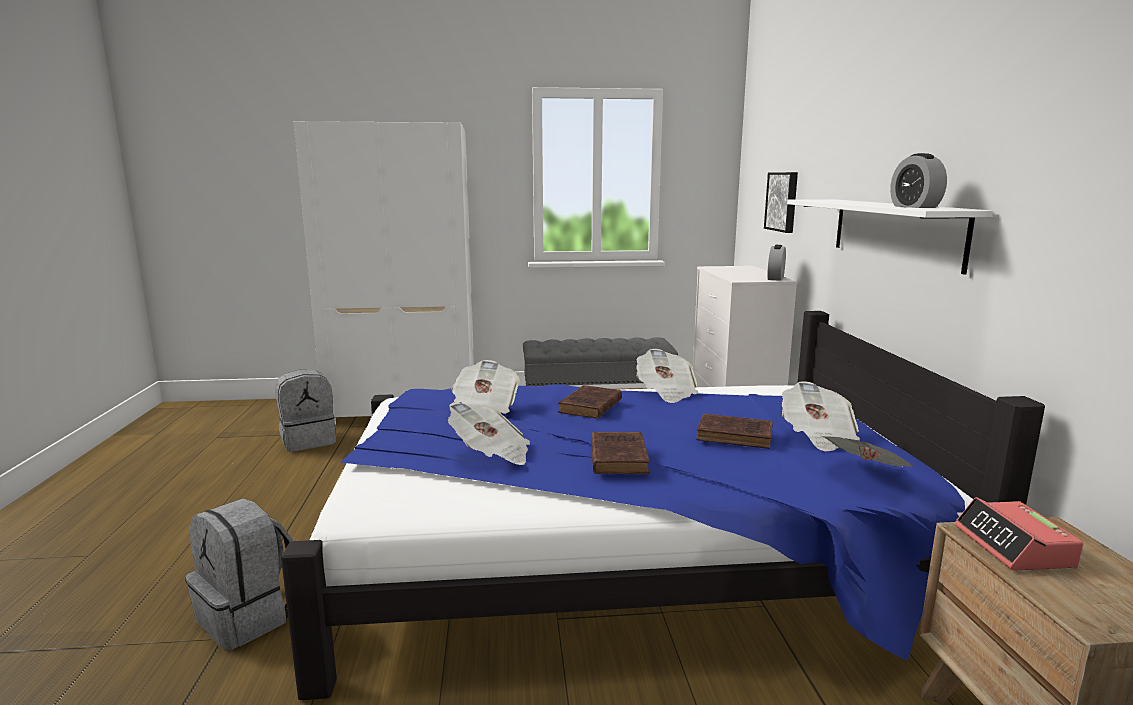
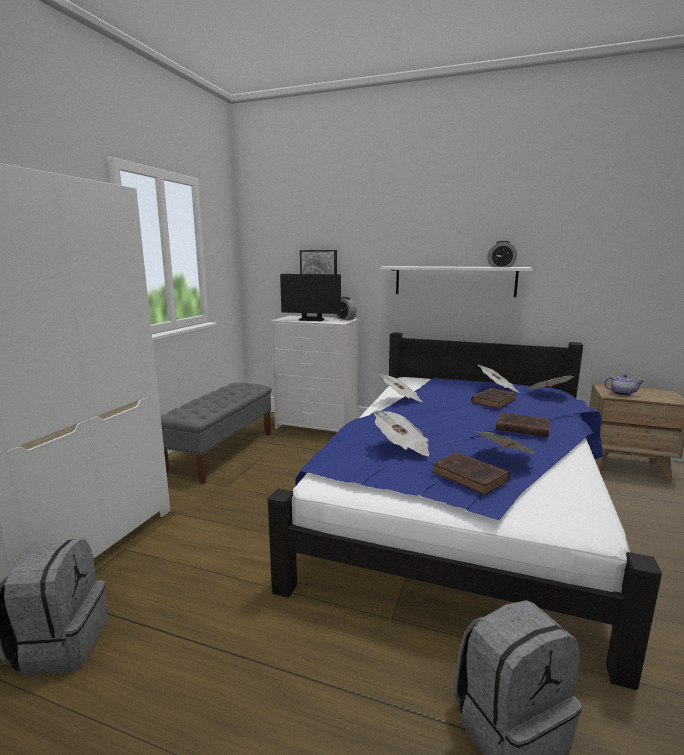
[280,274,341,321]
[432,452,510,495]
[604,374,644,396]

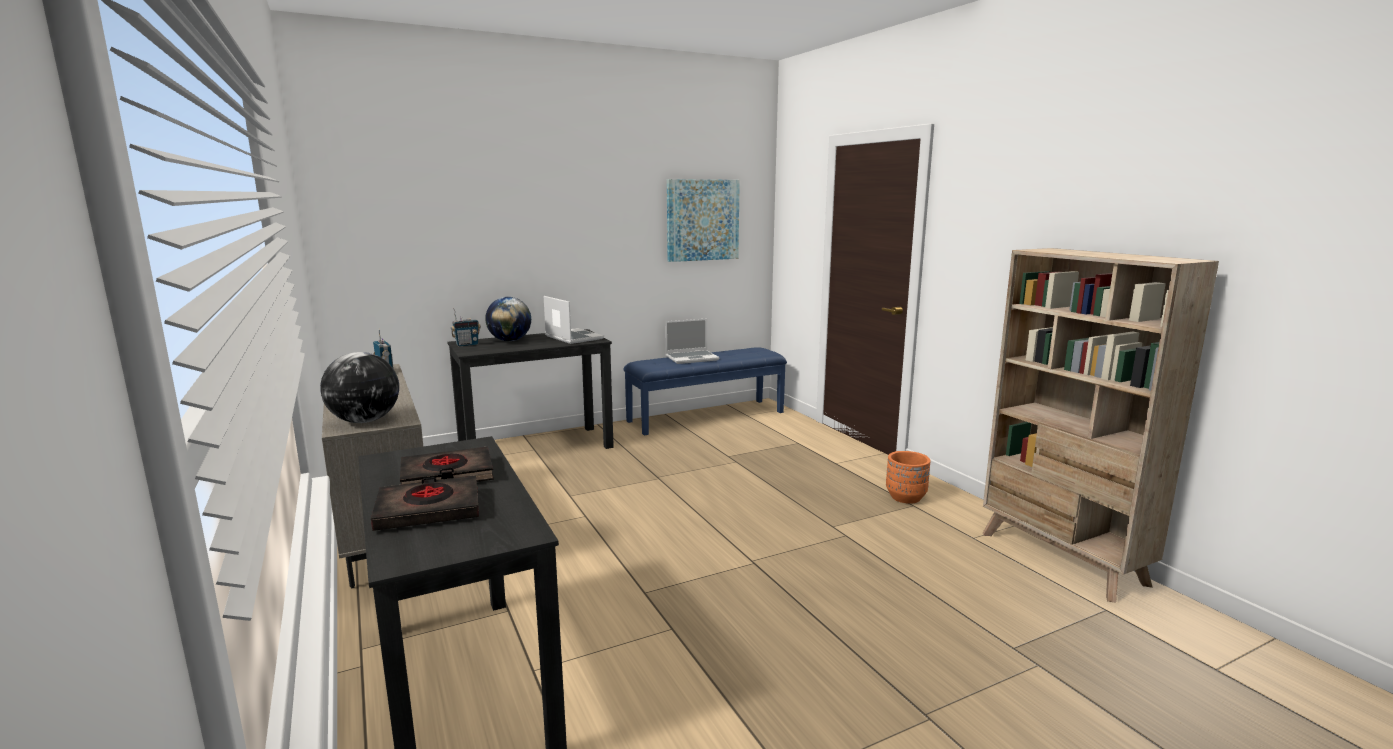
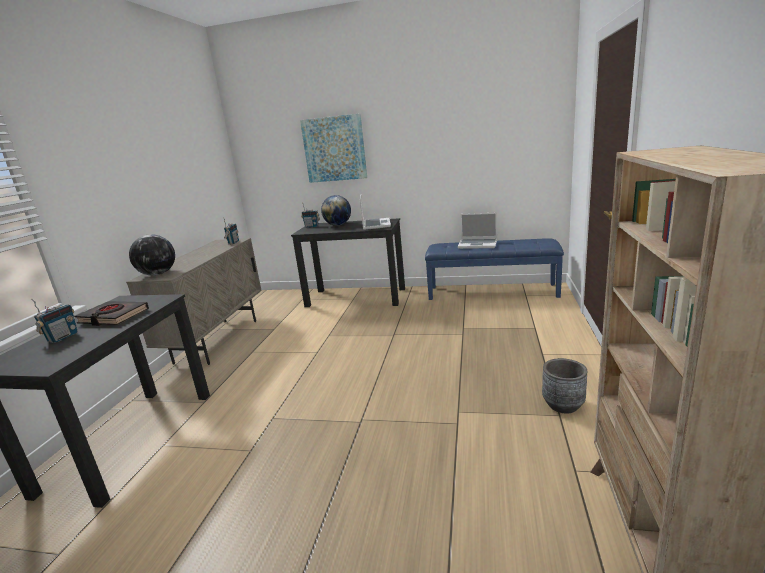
[31,298,78,343]
[300,113,367,183]
[542,358,587,413]

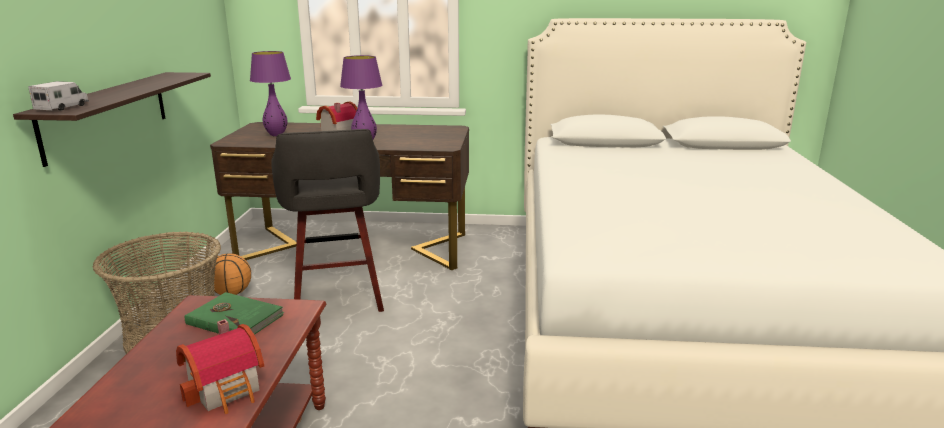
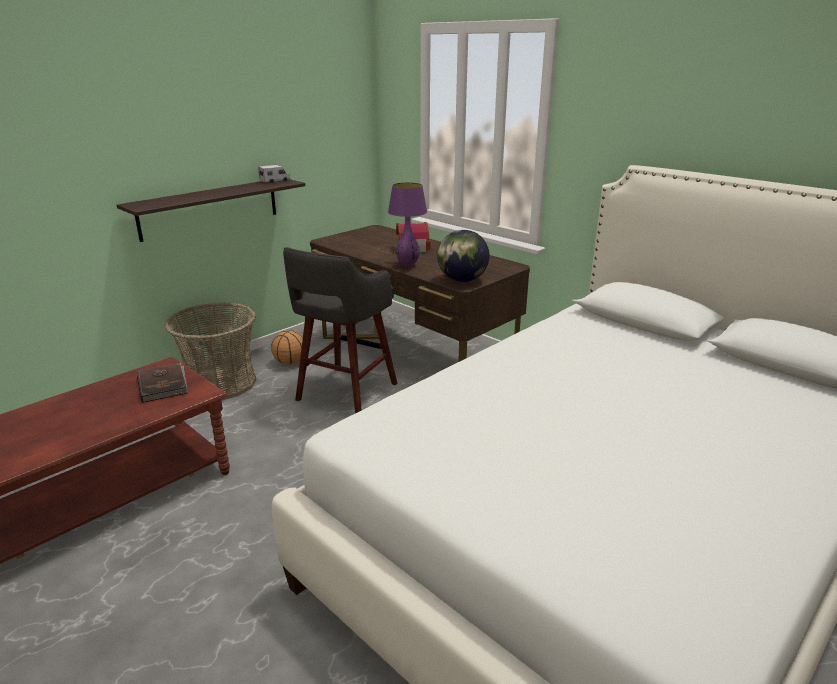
[137,363,188,403]
[258,165,290,183]
[437,230,489,282]
[176,319,264,414] (first image)
[250,51,291,136] (first image)

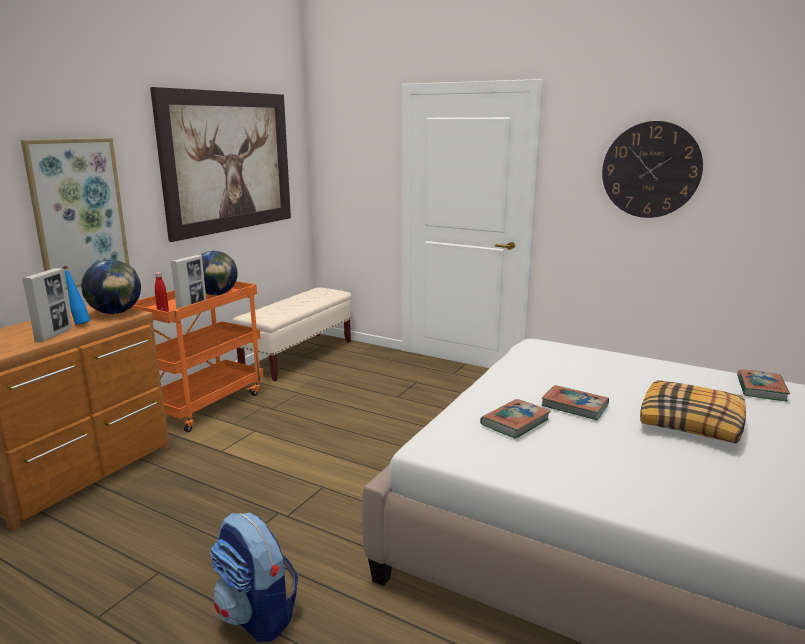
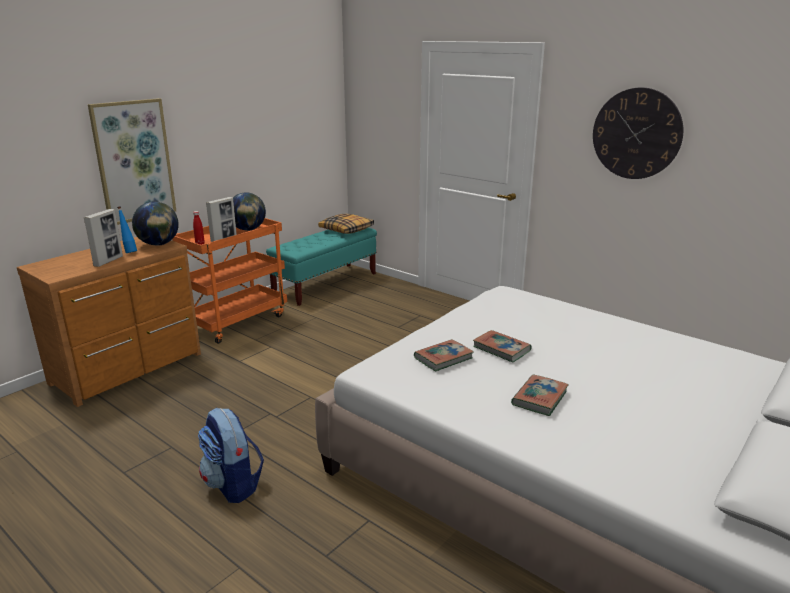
[266,227,377,306]
[318,214,374,234]
[511,375,569,416]
[150,87,291,242] (first image)

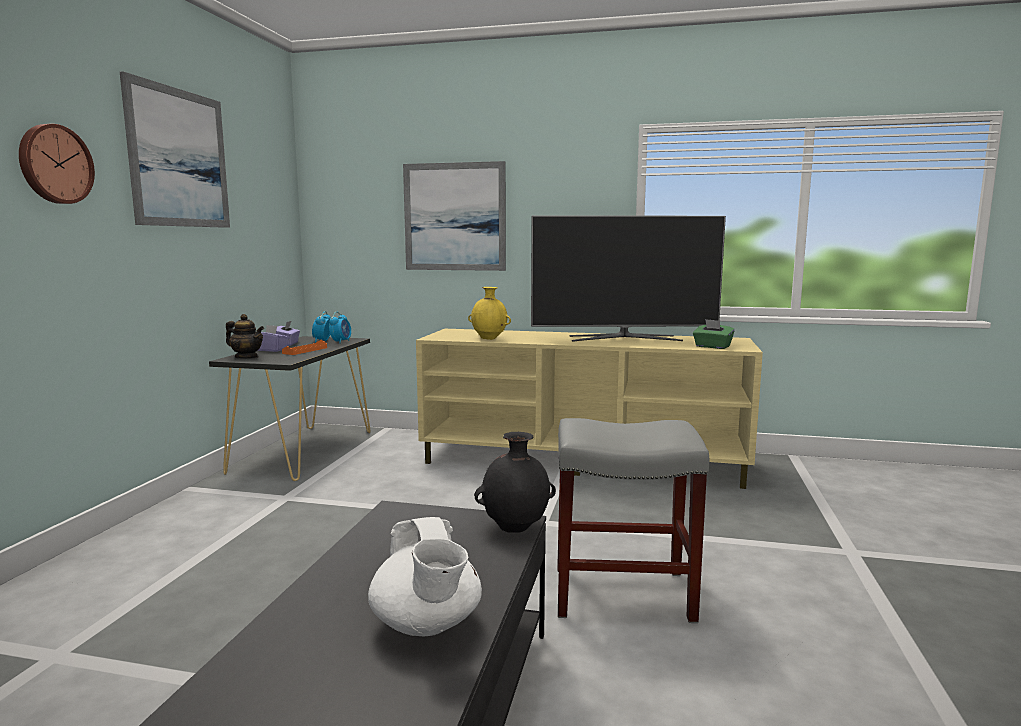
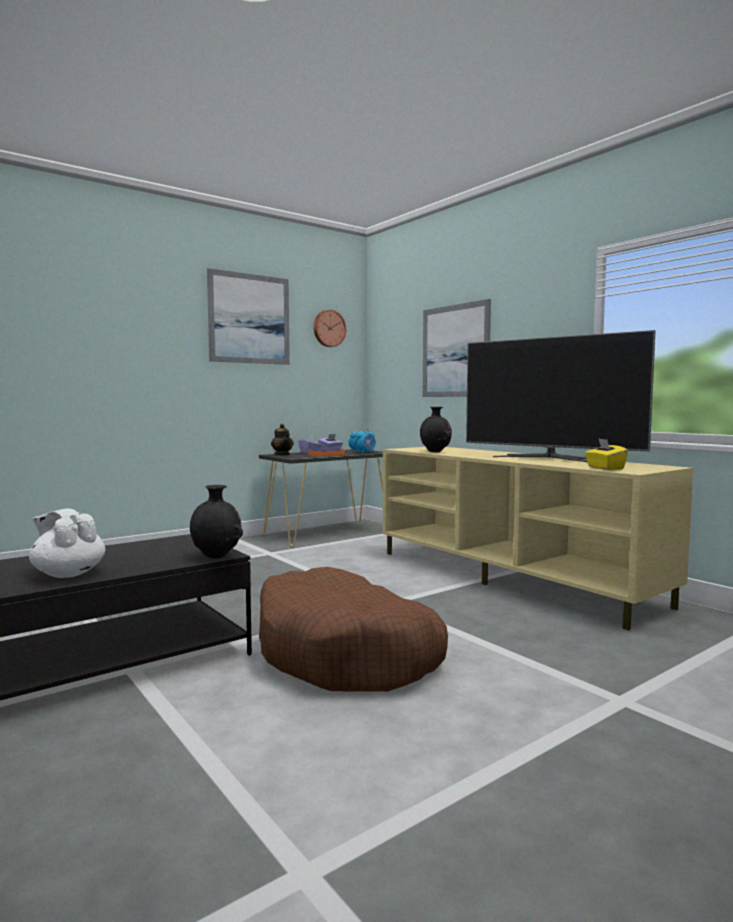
[29,508,106,578]
[259,567,448,691]
[314,310,346,347]
[420,407,452,452]
[585,438,628,470]

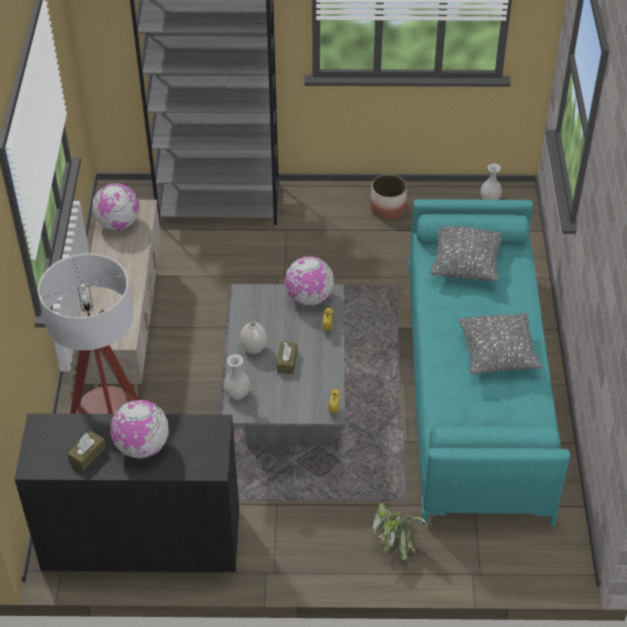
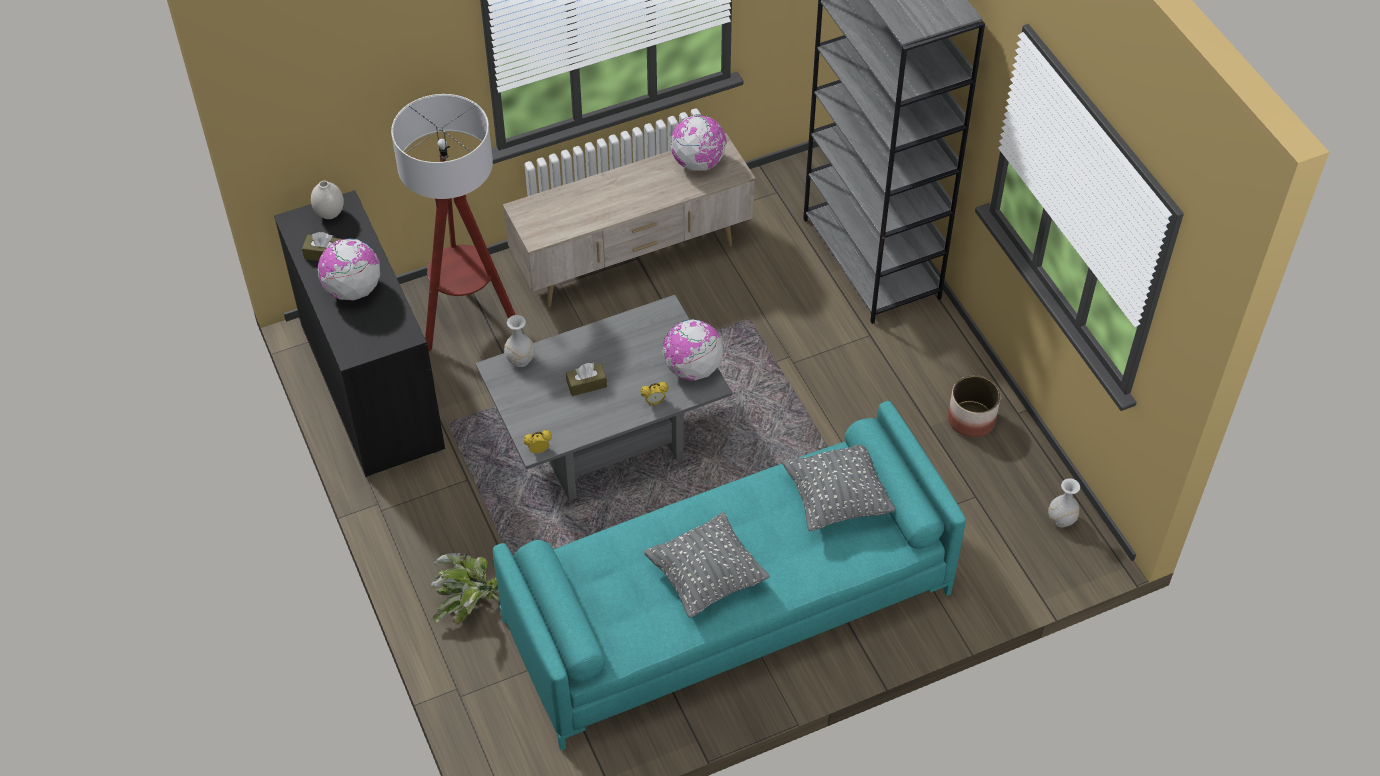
[311,181,344,219]

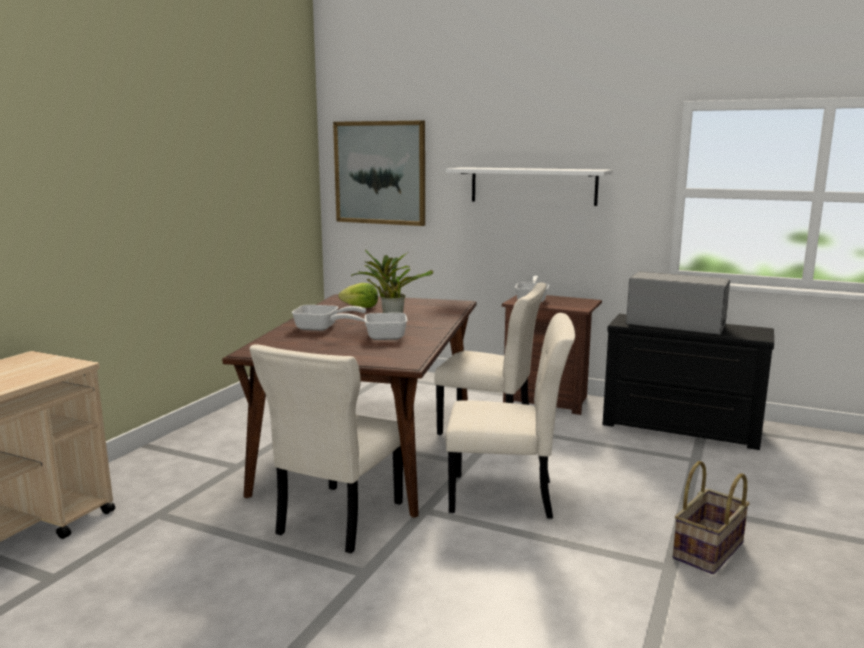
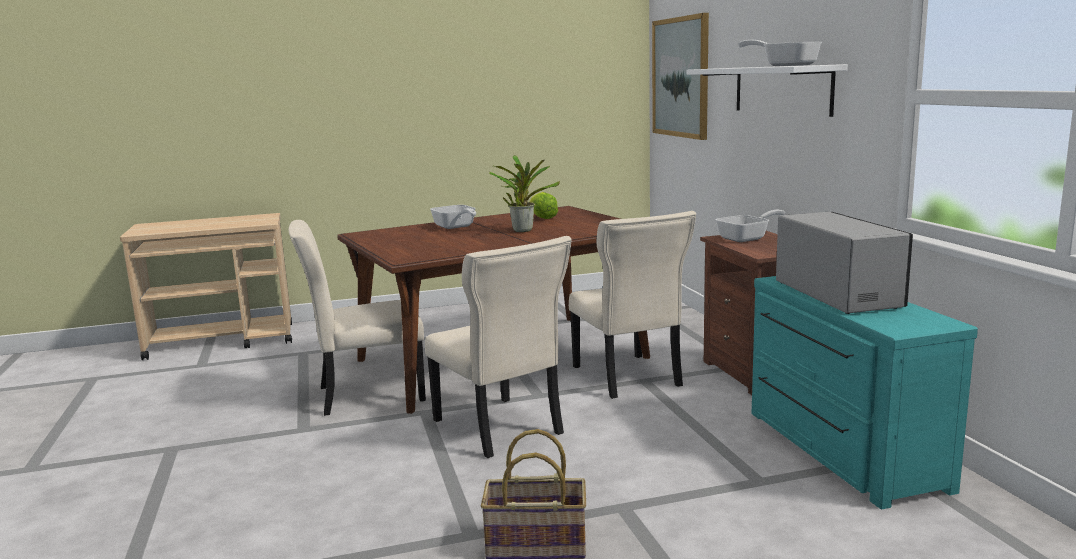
[738,40,822,66]
[752,276,978,509]

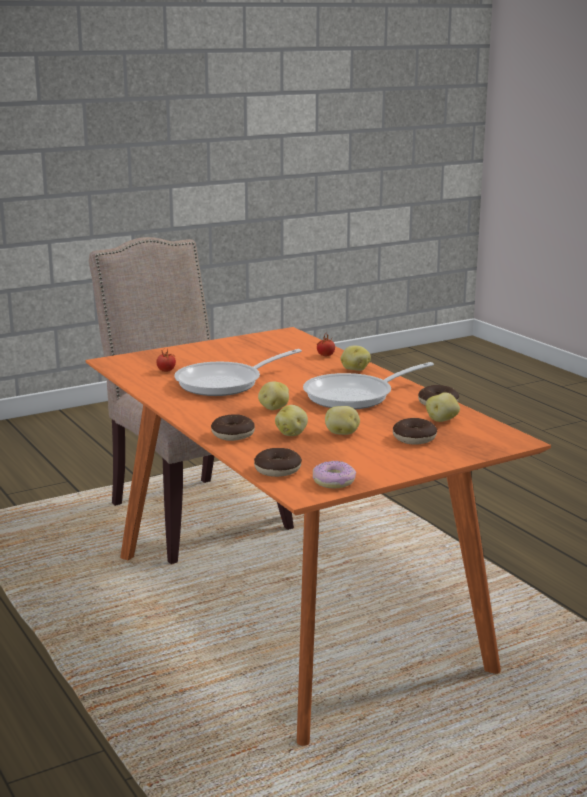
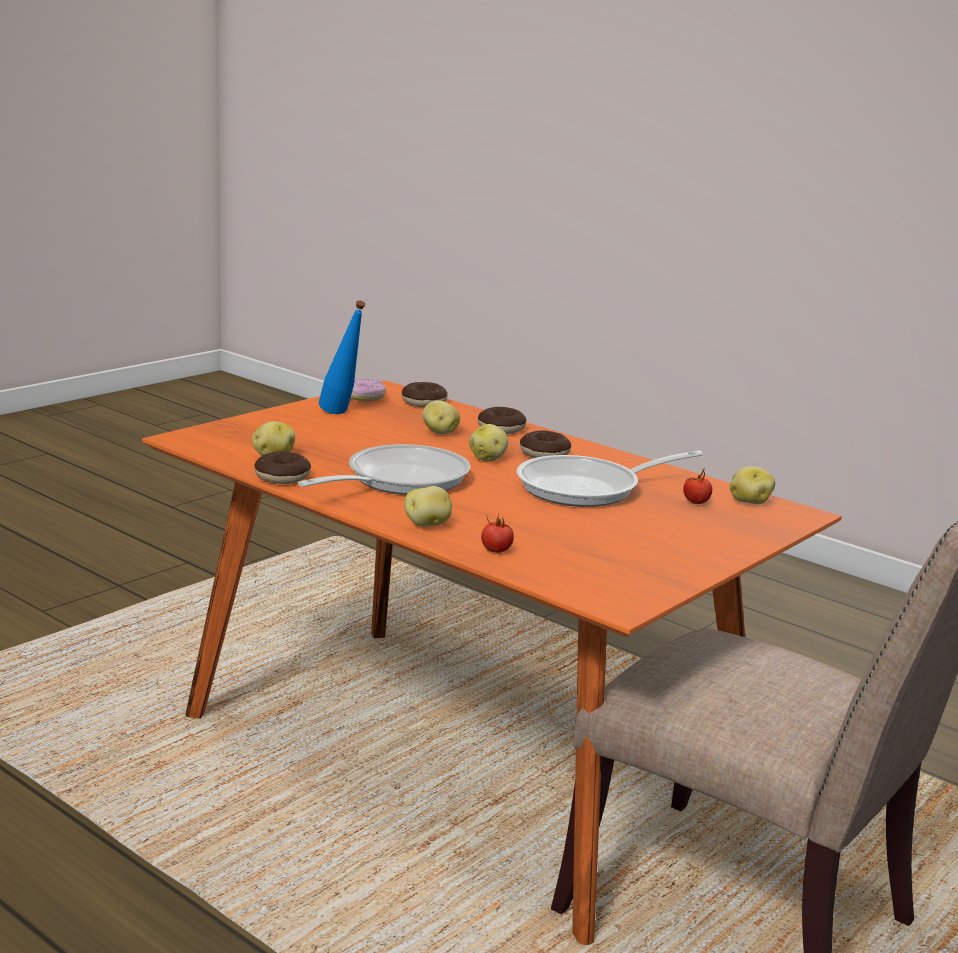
[319,301,365,414]
[516,451,703,507]
[520,431,571,458]
[730,466,775,504]

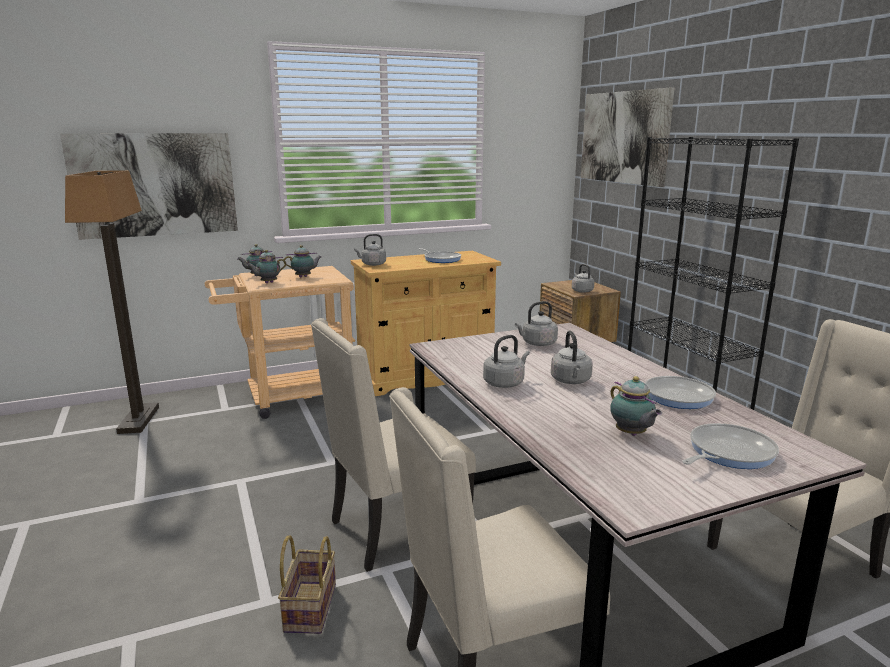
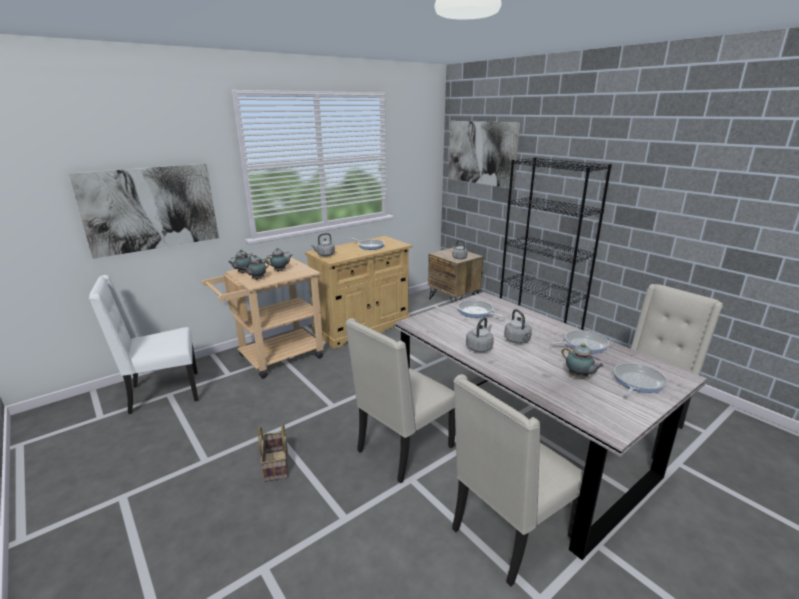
[89,275,198,414]
[258,423,288,482]
[457,300,505,318]

